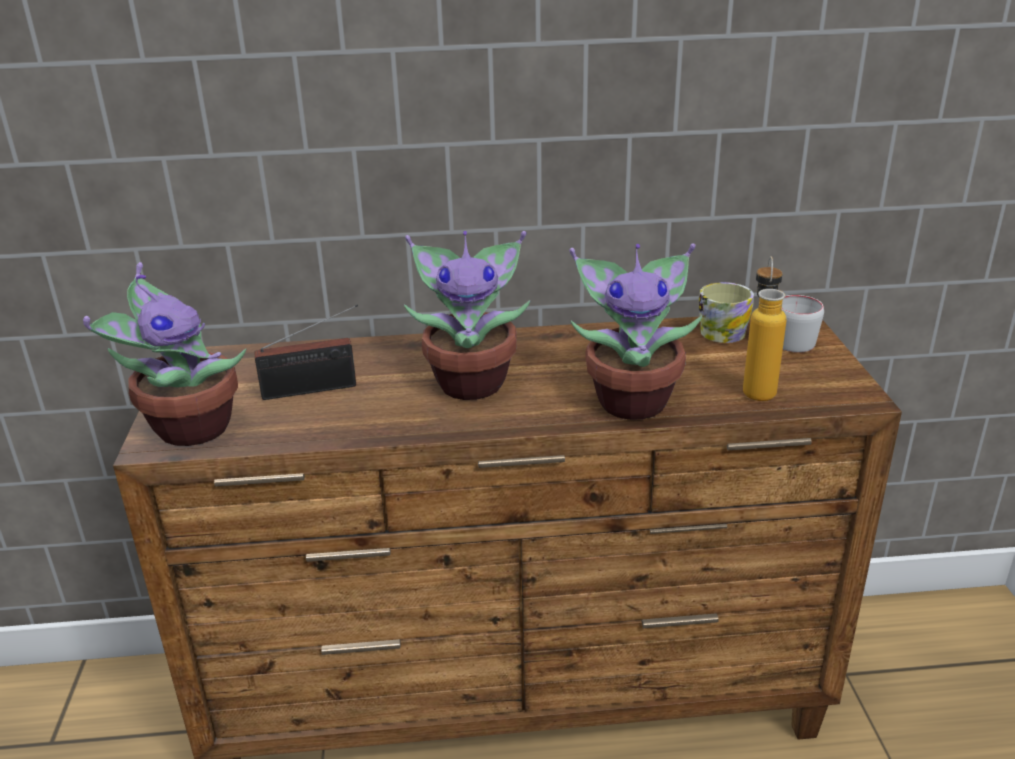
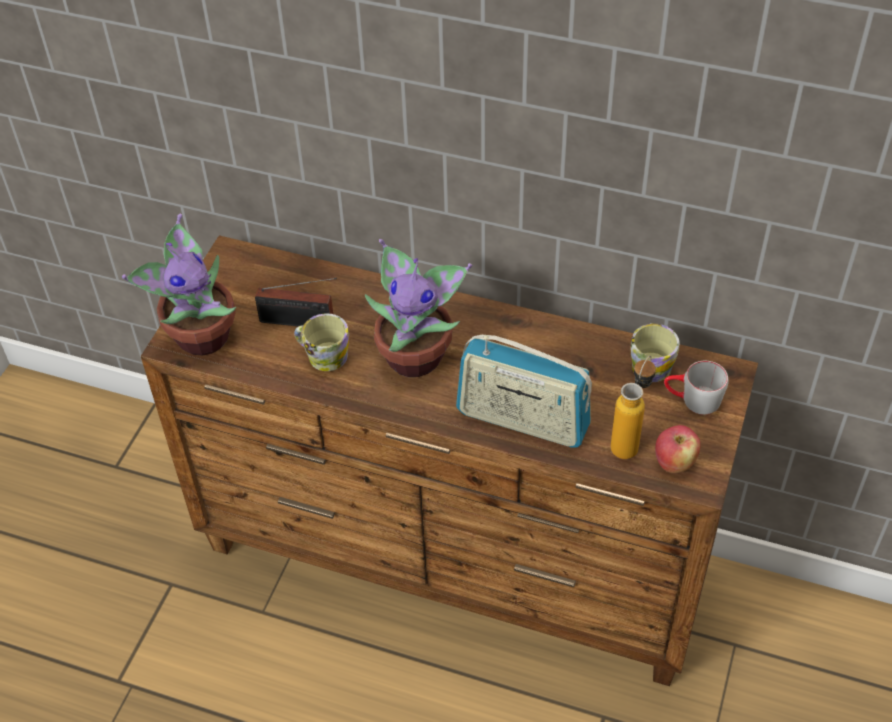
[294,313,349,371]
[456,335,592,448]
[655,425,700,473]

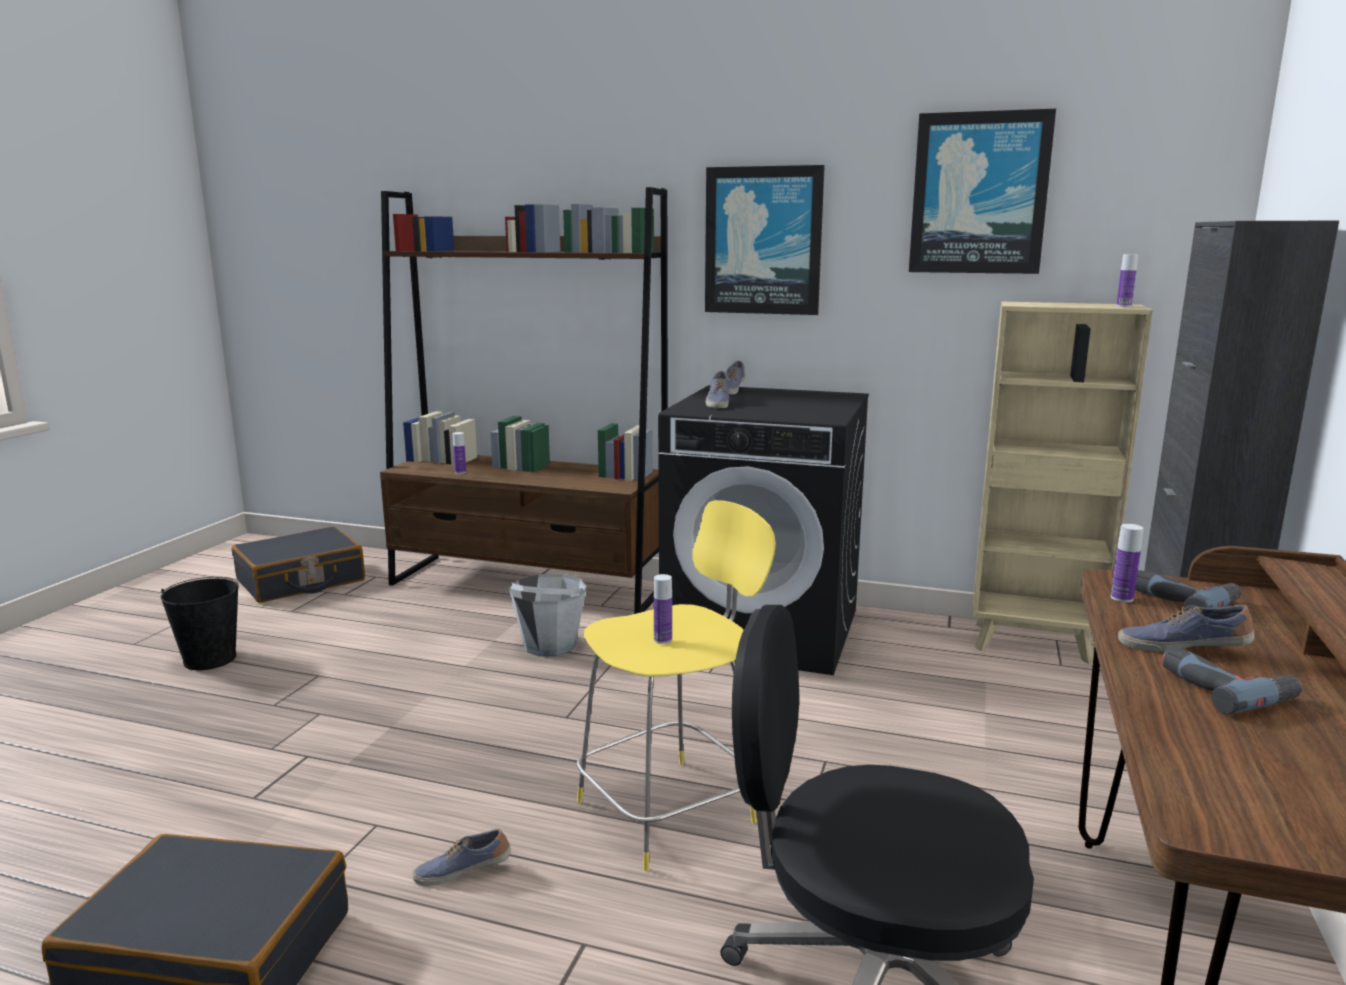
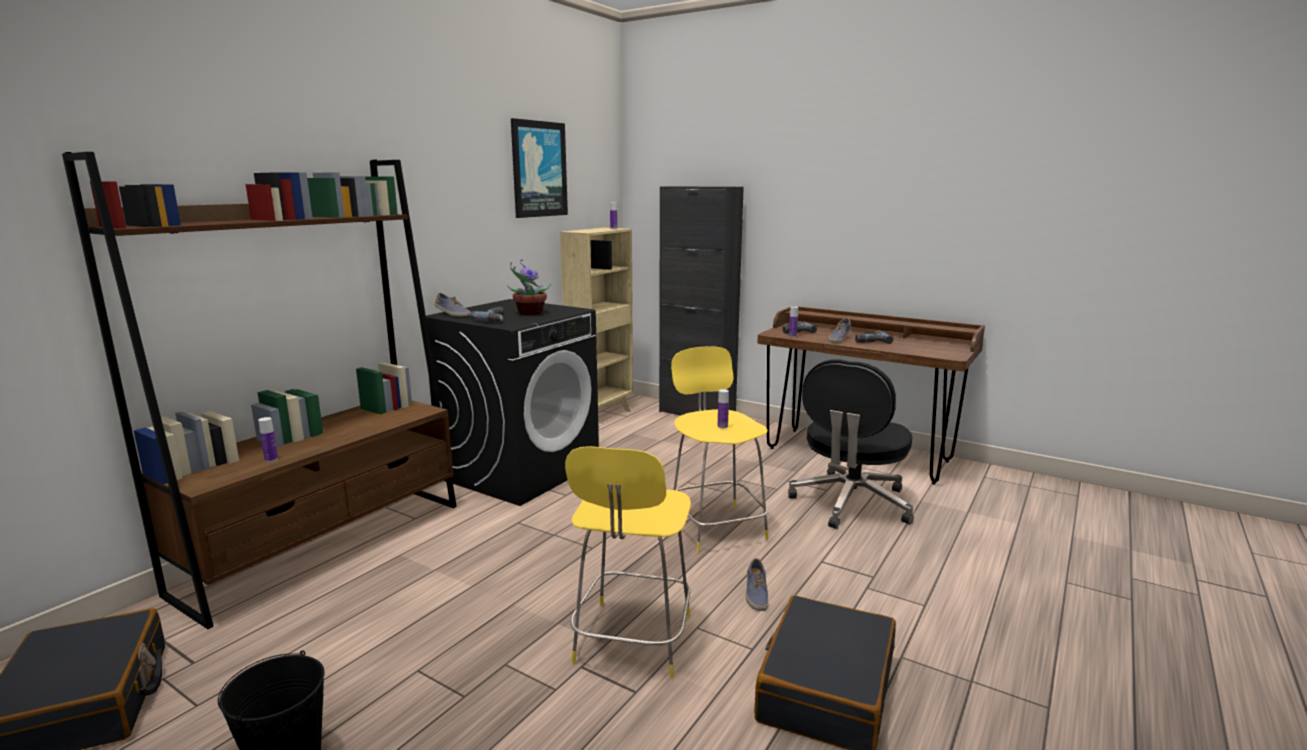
[470,307,504,322]
[507,259,551,315]
[565,446,691,679]
[509,574,587,657] (first image)
[705,165,825,315] (first image)

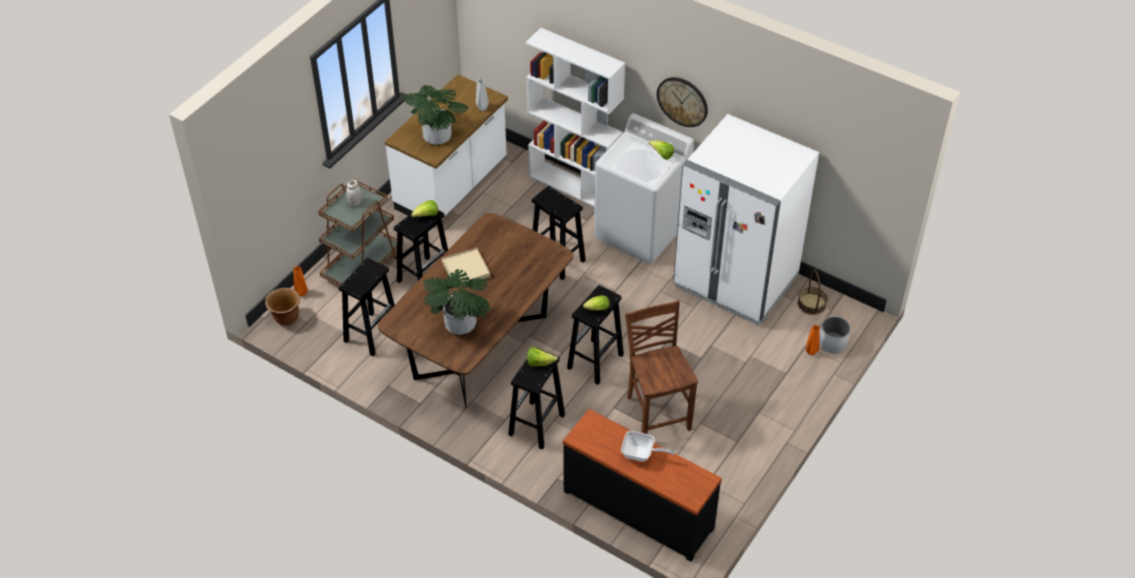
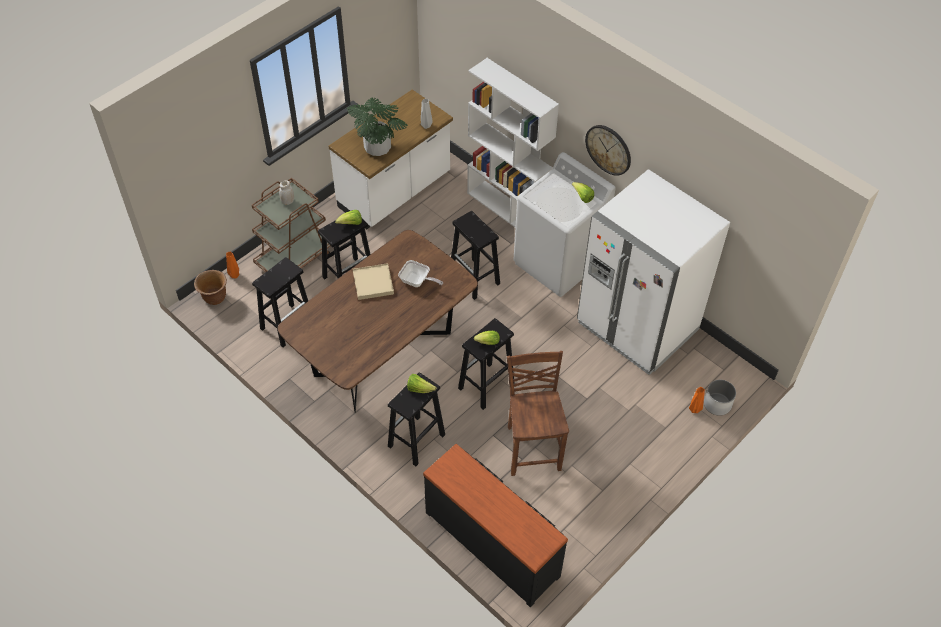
[398,260,443,287]
[423,269,491,335] (first image)
[798,269,827,315] (first image)

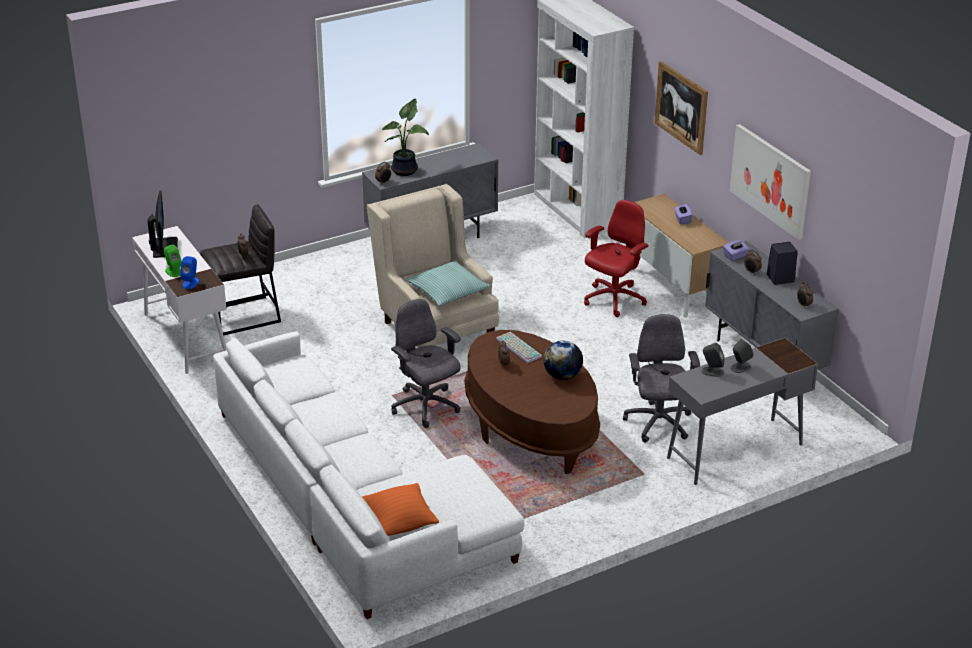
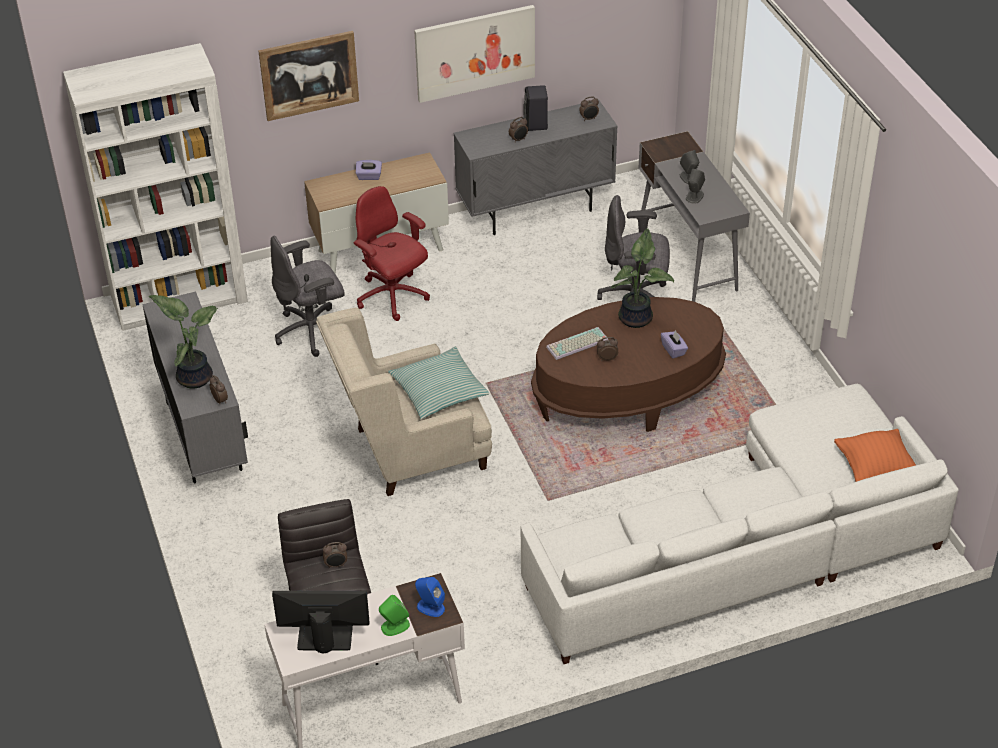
[271,236,345,357]
[610,228,674,328]
[661,330,688,358]

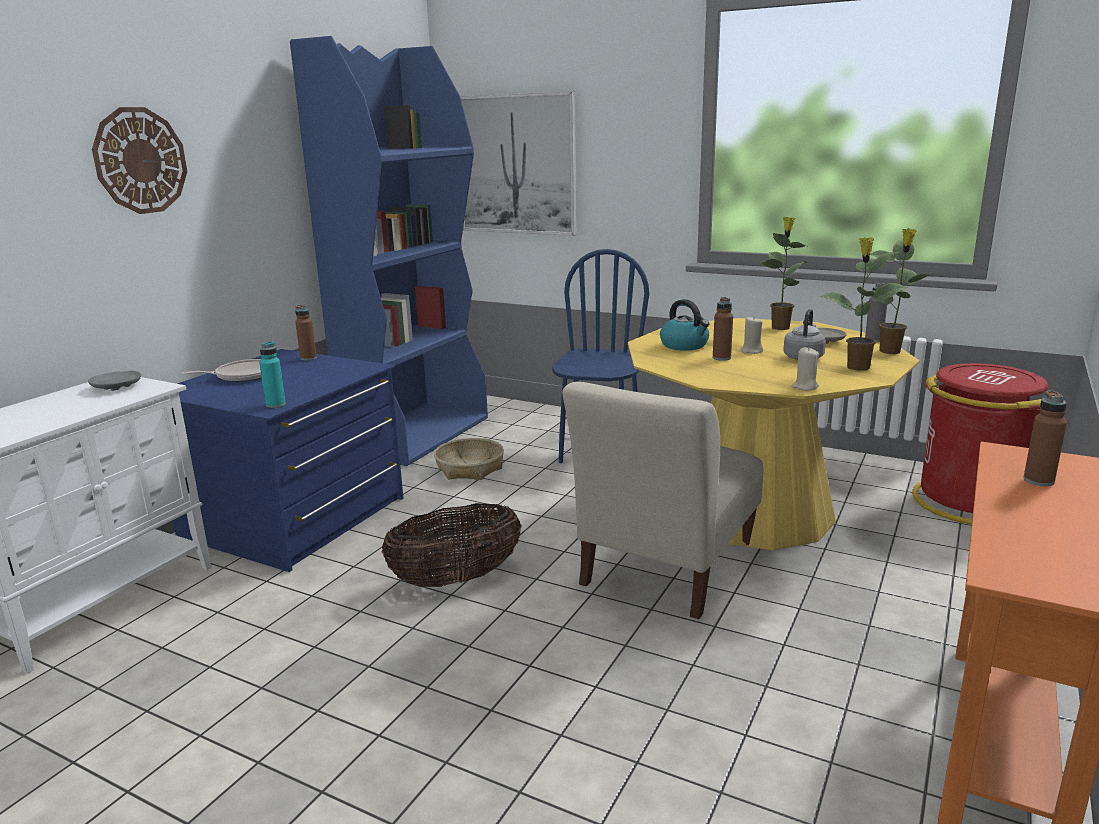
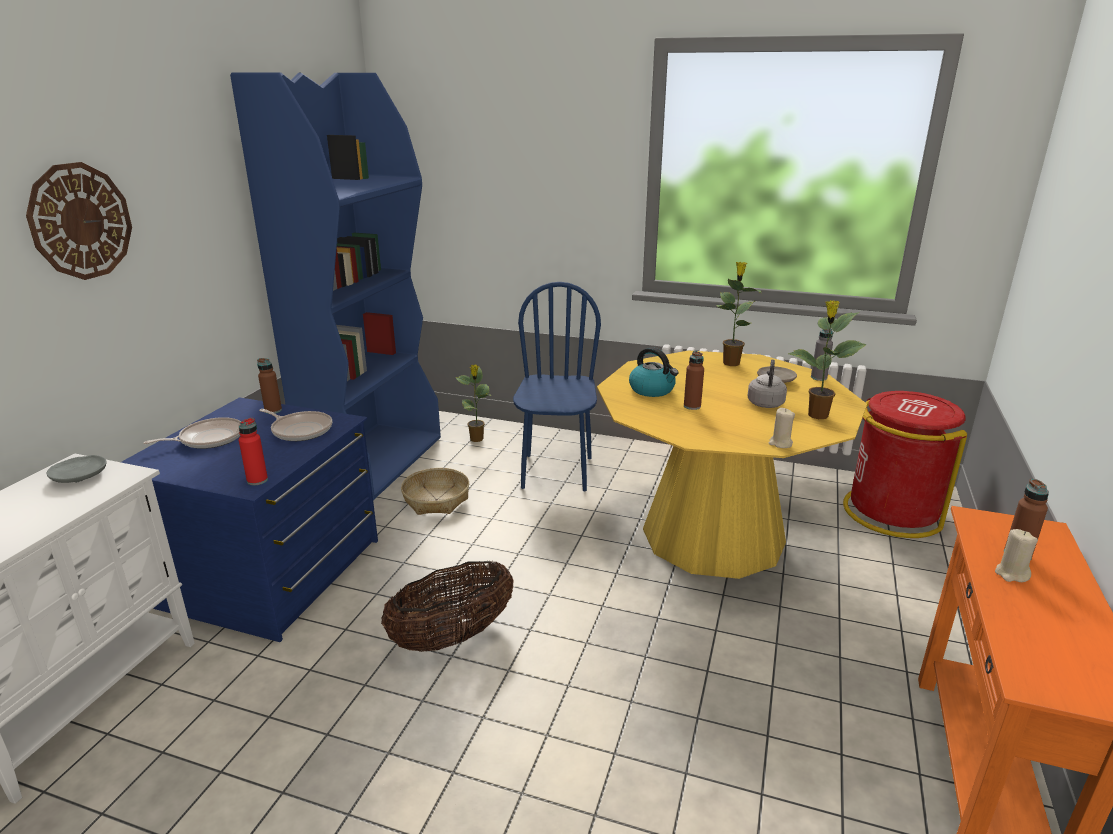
[239,418,268,485]
[259,409,332,441]
[456,364,491,442]
[995,529,1038,582]
[460,92,577,236] (first image)
[562,382,763,619] (first image)

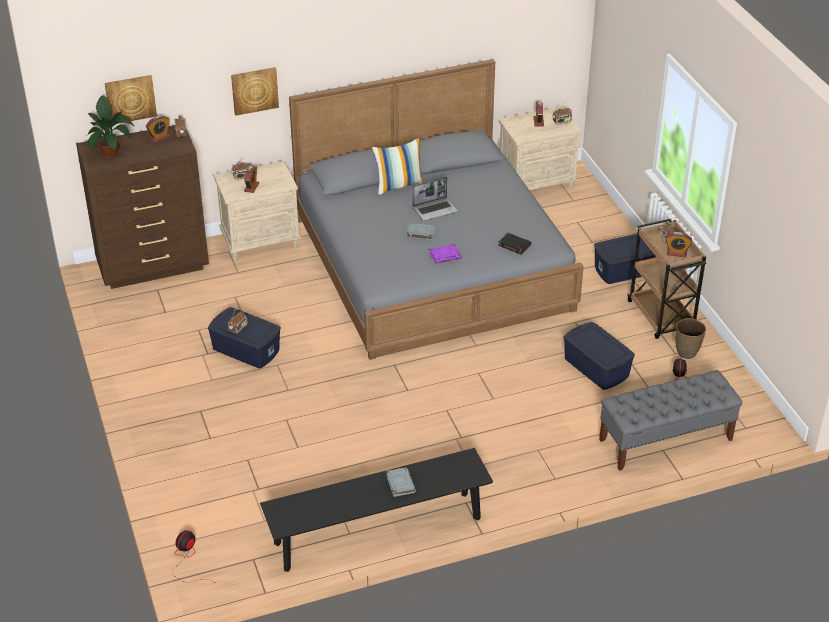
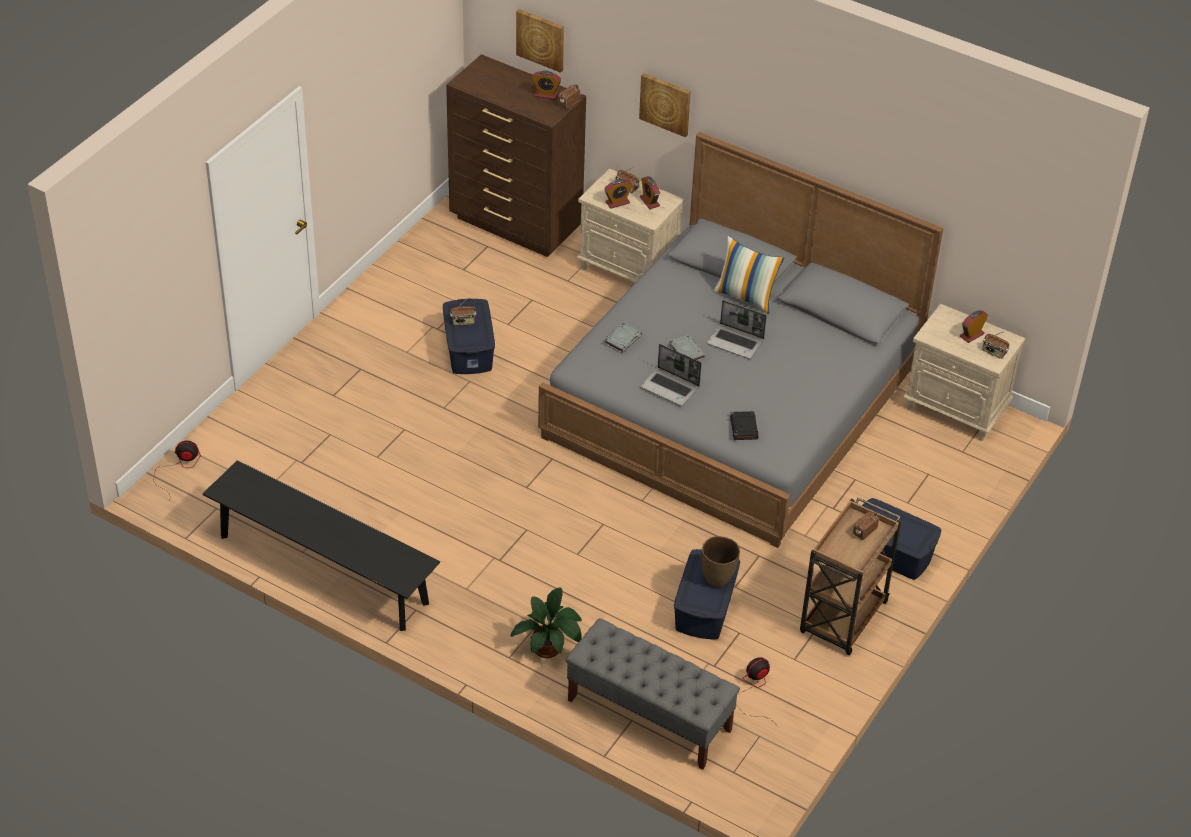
[511,587,582,658]
[604,323,642,353]
[640,176,660,209]
[640,344,702,406]
[701,536,740,587]

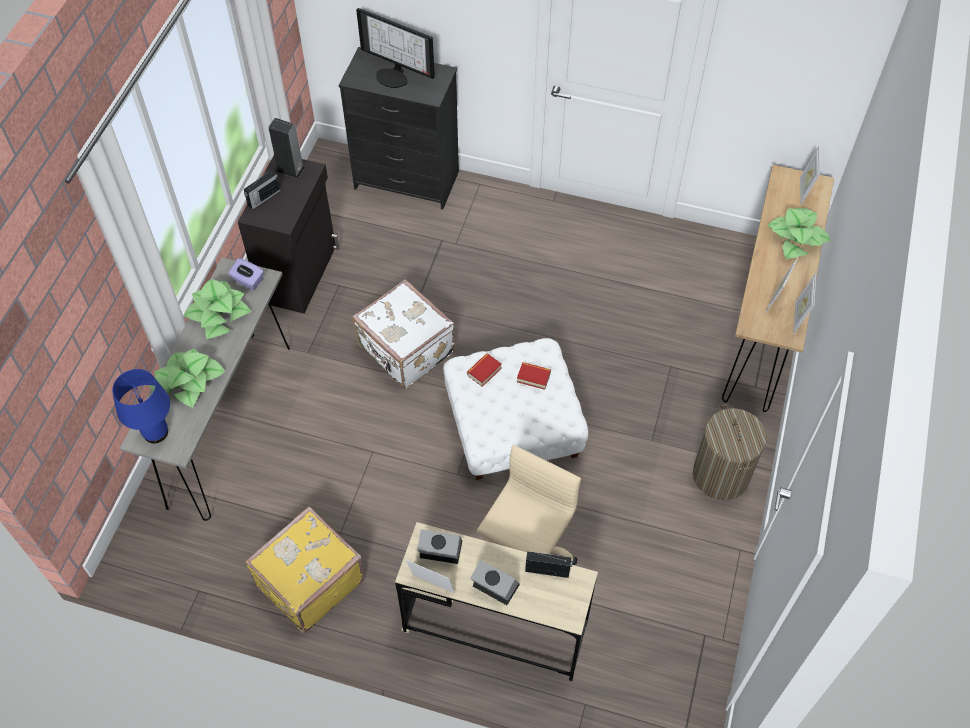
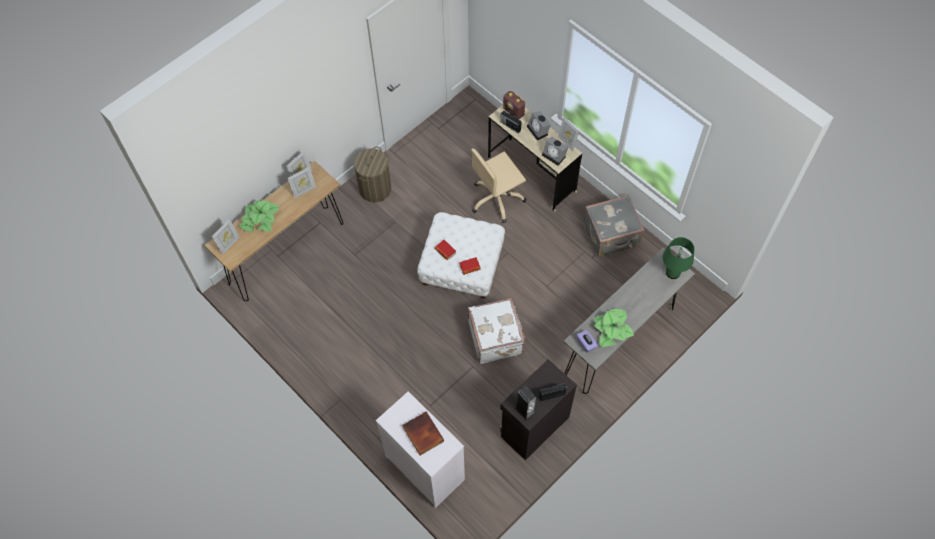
[376,391,465,508]
[402,412,444,455]
[503,91,526,120]
[583,195,645,257]
[663,237,694,279]
[149,349,225,408] (first image)

